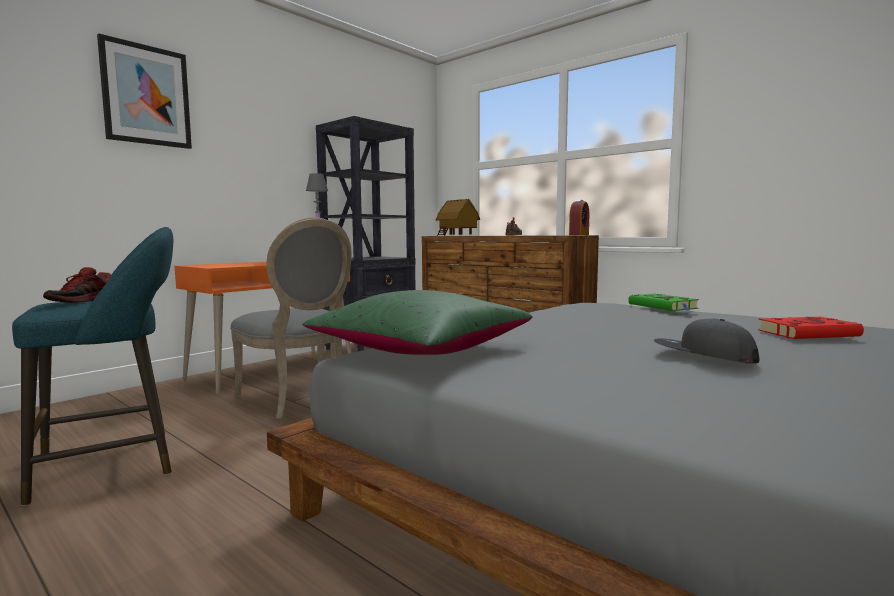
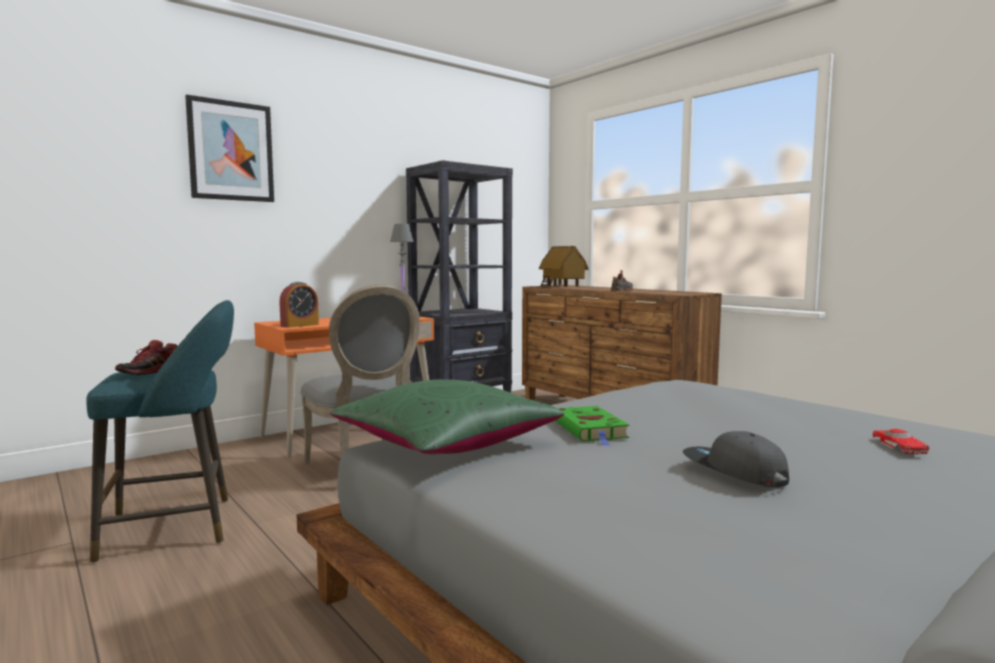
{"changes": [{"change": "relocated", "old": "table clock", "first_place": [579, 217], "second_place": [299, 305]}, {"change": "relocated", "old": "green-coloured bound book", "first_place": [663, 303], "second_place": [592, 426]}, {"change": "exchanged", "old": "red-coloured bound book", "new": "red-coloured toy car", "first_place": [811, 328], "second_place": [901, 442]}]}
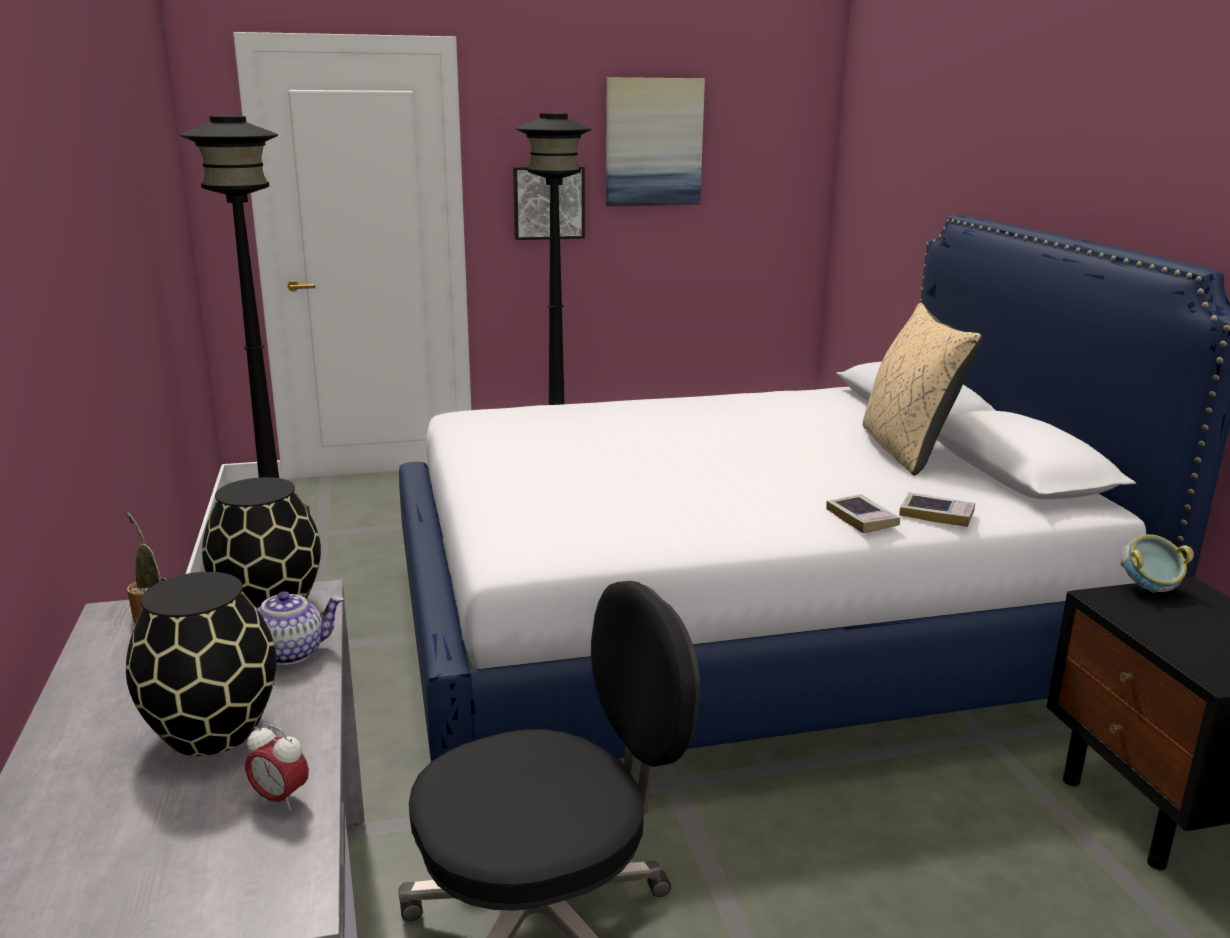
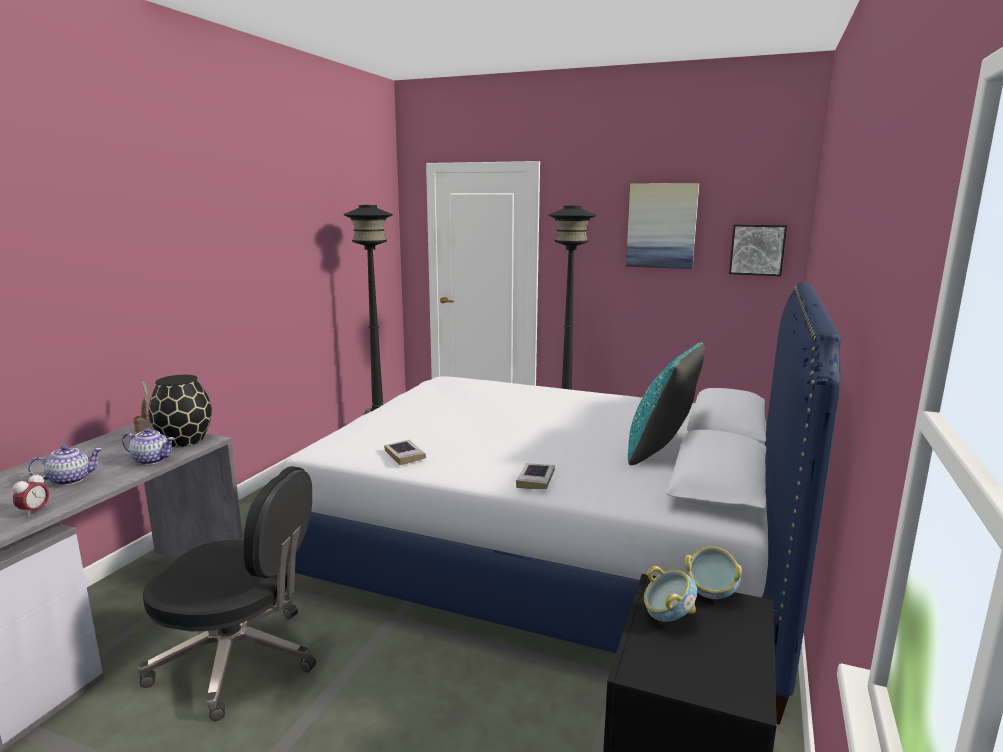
{"changes": [{"change": "spun", "old": "table clock", "first_place": [277, 767], "second_place": [31, 494], "degrees": -135}, {"change": "exchanged", "old": "blackish decorative vase", "new": "pot for tea", "first_place": [201, 664], "second_place": [65, 465]}, {"change": "relocated", "old": "bound book", "first_place": [937, 509], "second_place": [405, 452]}, {"change": "colour", "old": "sand-coloured throw pillow", "new": "turquoise throw pillow", "first_place": [922, 389], "second_place": [666, 403]}, {"change": "appeared", "new": "serving bowl", "second_place": [670, 594]}, {"change": "relocated", "old": "wall picture", "first_place": [549, 203], "second_place": [758, 250]}]}
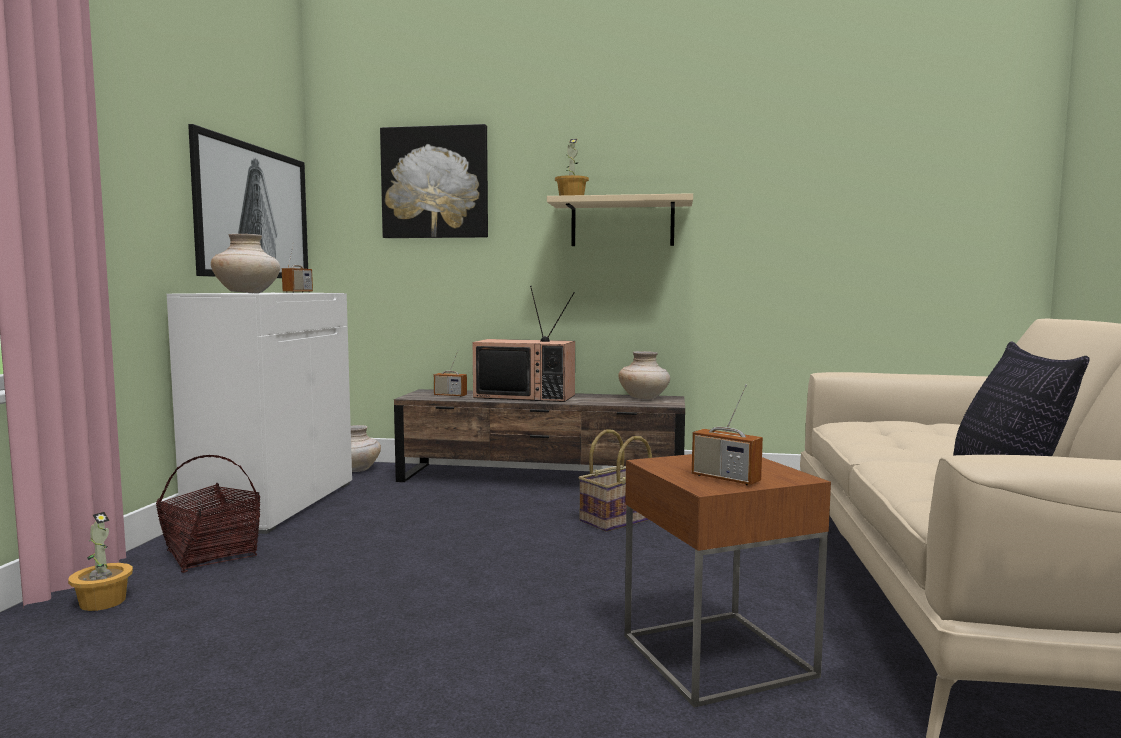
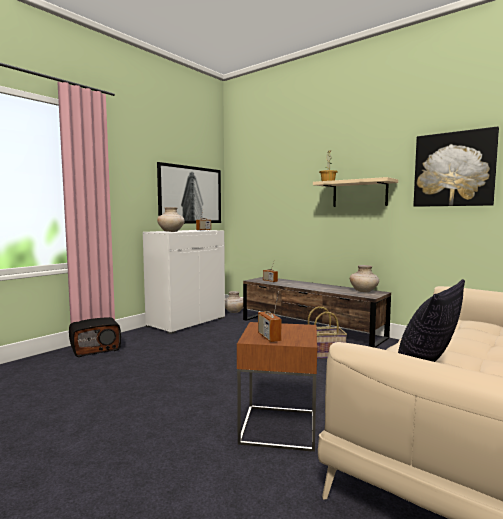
{"changes": [{"change": "exchanged", "old": "plant in a pot", "new": "radio receiver", "first_place": [100, 561], "second_place": [95, 337]}, {"change": "relocated", "old": "wall picture", "first_place": [434, 181], "second_place": [456, 167]}, {"change": "missing", "old": "household basket", "first_place": [208, 514]}, {"change": "missing", "old": "television", "first_place": [524, 344]}]}
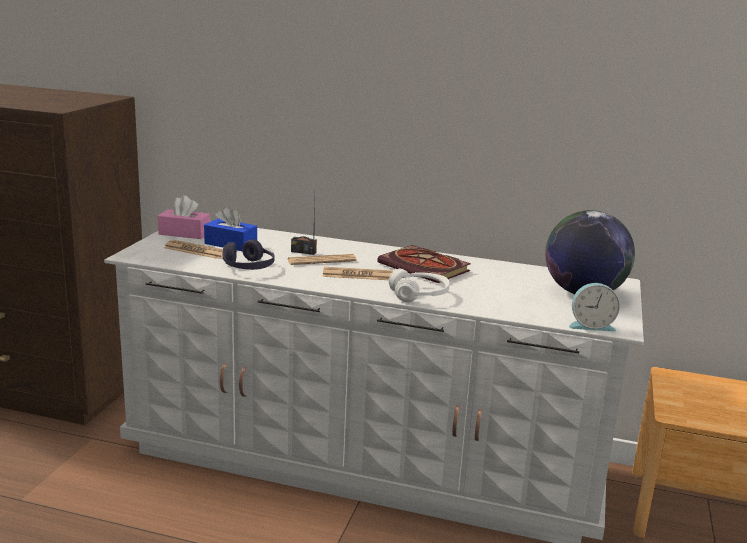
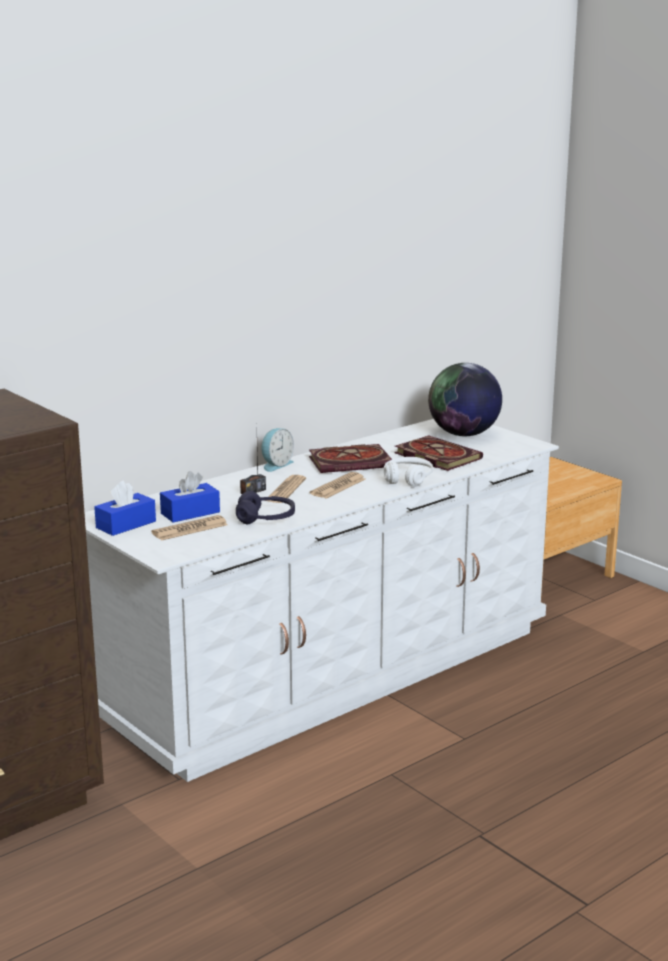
{"changes": [{"change": "colour", "old": "pink-coloured box of tissues", "new": "blue box of tissues", "first_place": [184, 217], "second_place": [125, 508]}, {"change": "relocated", "old": "table clock", "first_place": [594, 307], "second_place": [278, 450]}, {"change": "appeared", "new": "bound book", "second_place": [438, 453]}]}
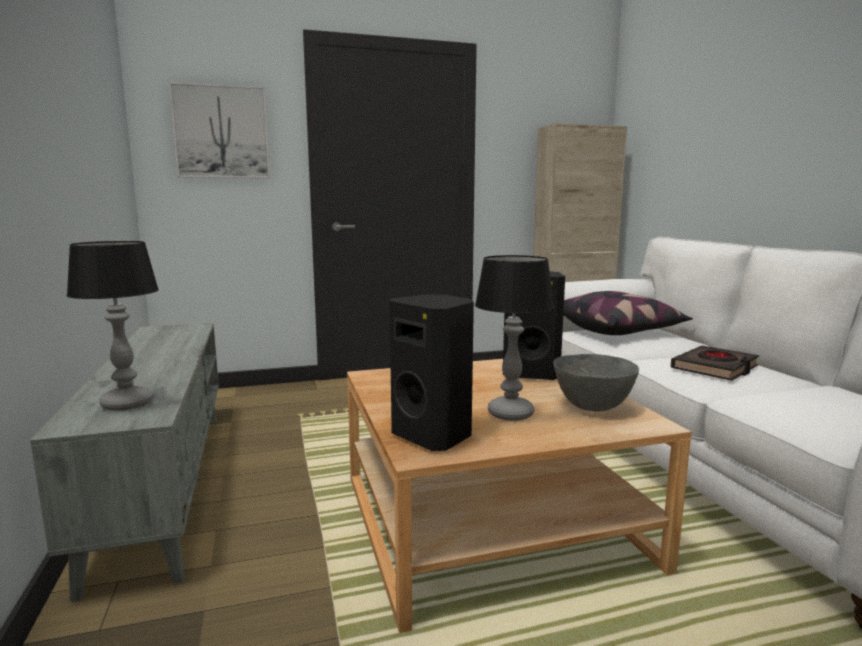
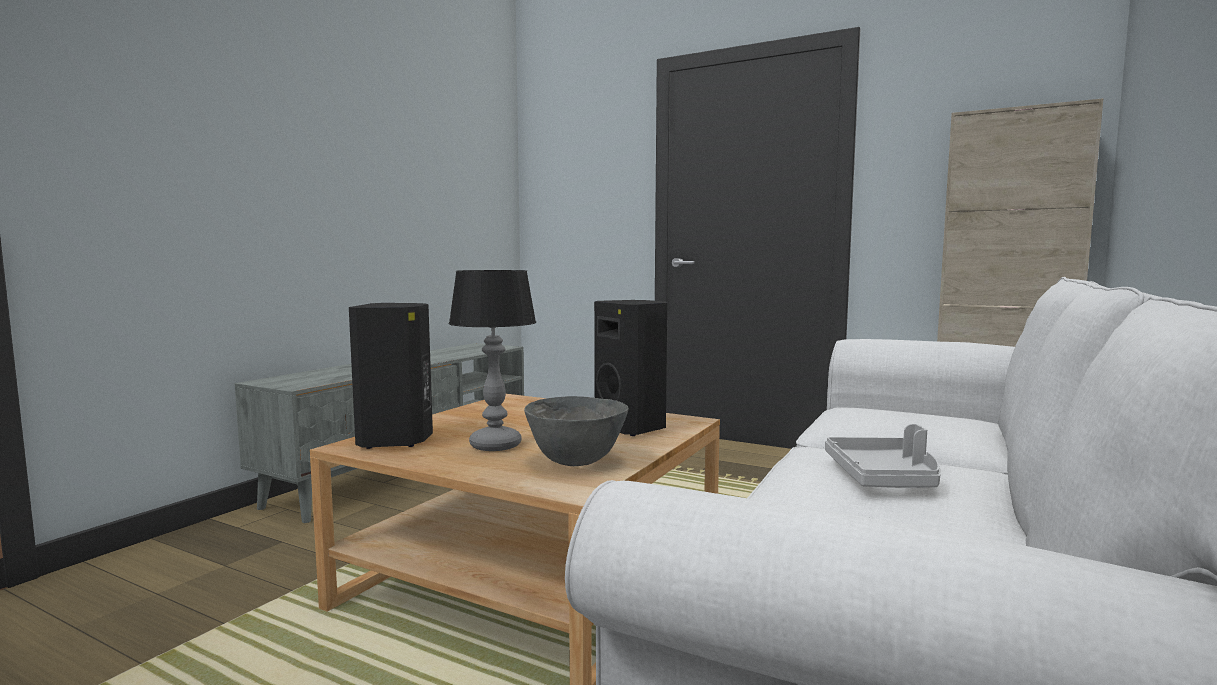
{"changes": [{"change": "exchanged", "old": "blackish bound book", "new": "gray tray", "first_place": [715, 363], "second_place": [883, 456]}, {"change": "missing", "old": "table lamp", "first_place": [112, 326]}, {"change": "missing", "old": "wall picture", "first_place": [219, 130]}, {"change": "missing", "old": "throw pillow", "first_place": [628, 313]}]}
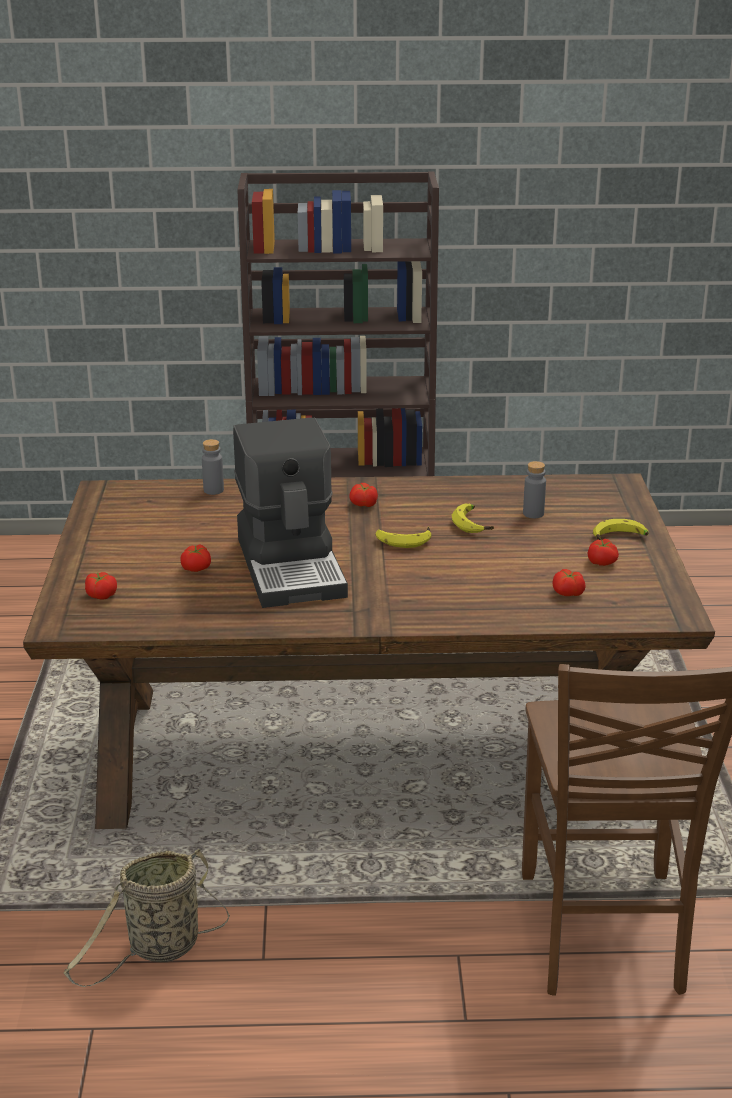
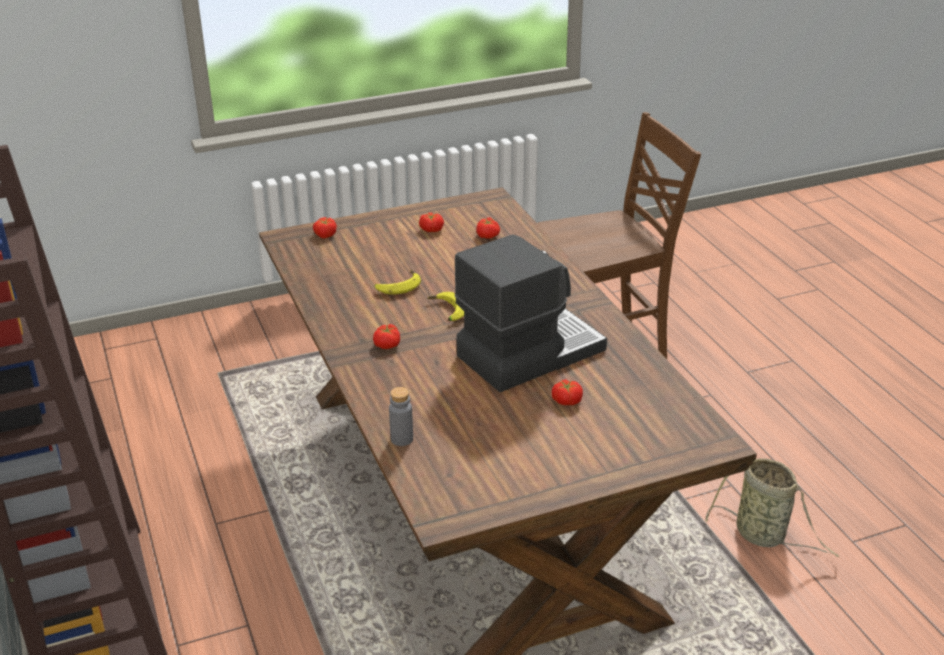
{"changes": [{"change": "relocated", "old": "whole tomato", "first_place": [101, 586], "second_place": [325, 227]}, {"change": "missing", "old": "gray bottle", "first_place": [534, 489]}, {"change": "missing", "old": "banana", "first_place": [621, 529]}]}
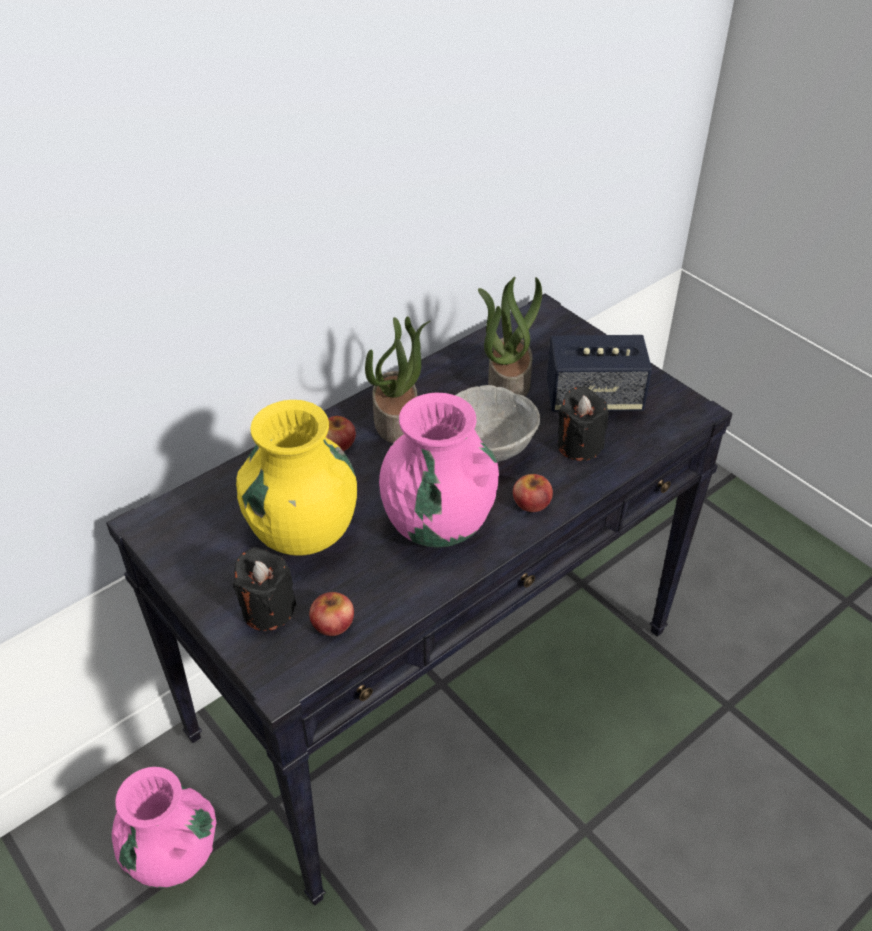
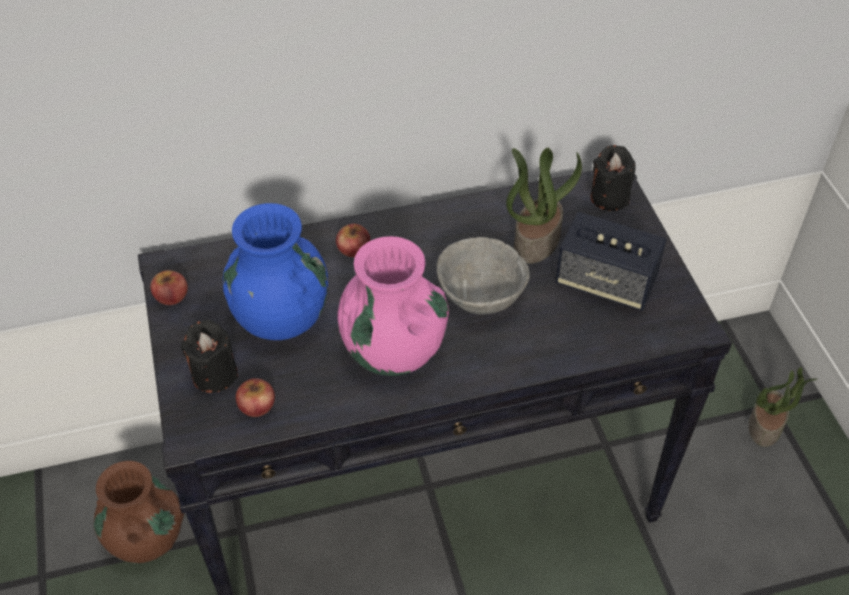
{"changes": [{"change": "colour", "old": "pink-coloured decorative vase", "new": "brownish decorative vase", "first_place": [164, 827], "second_place": [139, 512]}, {"change": "relocated", "old": "apple", "first_place": [533, 493], "second_place": [169, 287]}, {"change": "colour", "old": "yellow decorative vase", "new": "blue decorative vase", "first_place": [296, 478], "second_place": [275, 271]}, {"change": "relocated", "old": "blackish candle", "first_place": [583, 423], "second_place": [613, 178]}, {"change": "relocated", "old": "plant in a pot", "first_place": [397, 380], "second_place": [783, 407]}]}
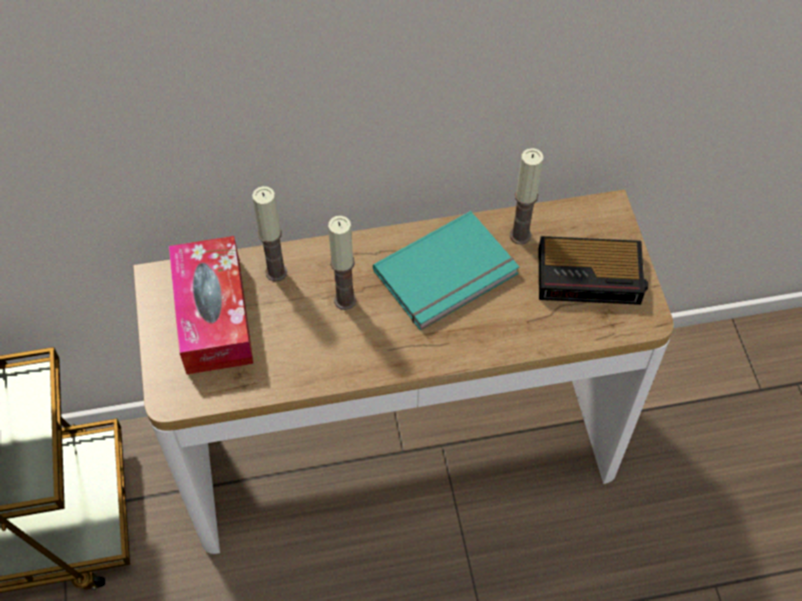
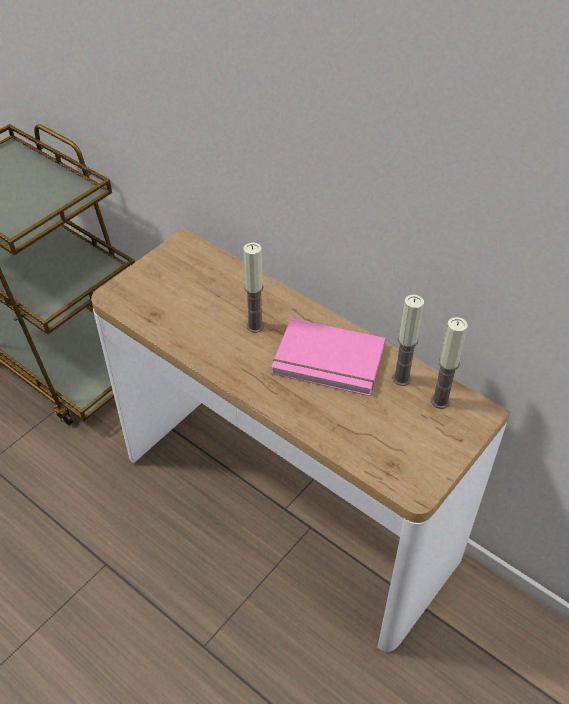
{"changes": [{"change": "colour", "old": "turquoise bound book", "new": "pink-coloured bound book", "first_place": [446, 271], "second_place": [328, 357]}, {"change": "relocated", "old": "candle", "first_place": [269, 234], "second_place": [449, 363]}, {"change": "missing", "old": "box of tissues", "first_place": [211, 305]}, {"change": "missing", "old": "table clock", "first_place": [593, 270]}]}
